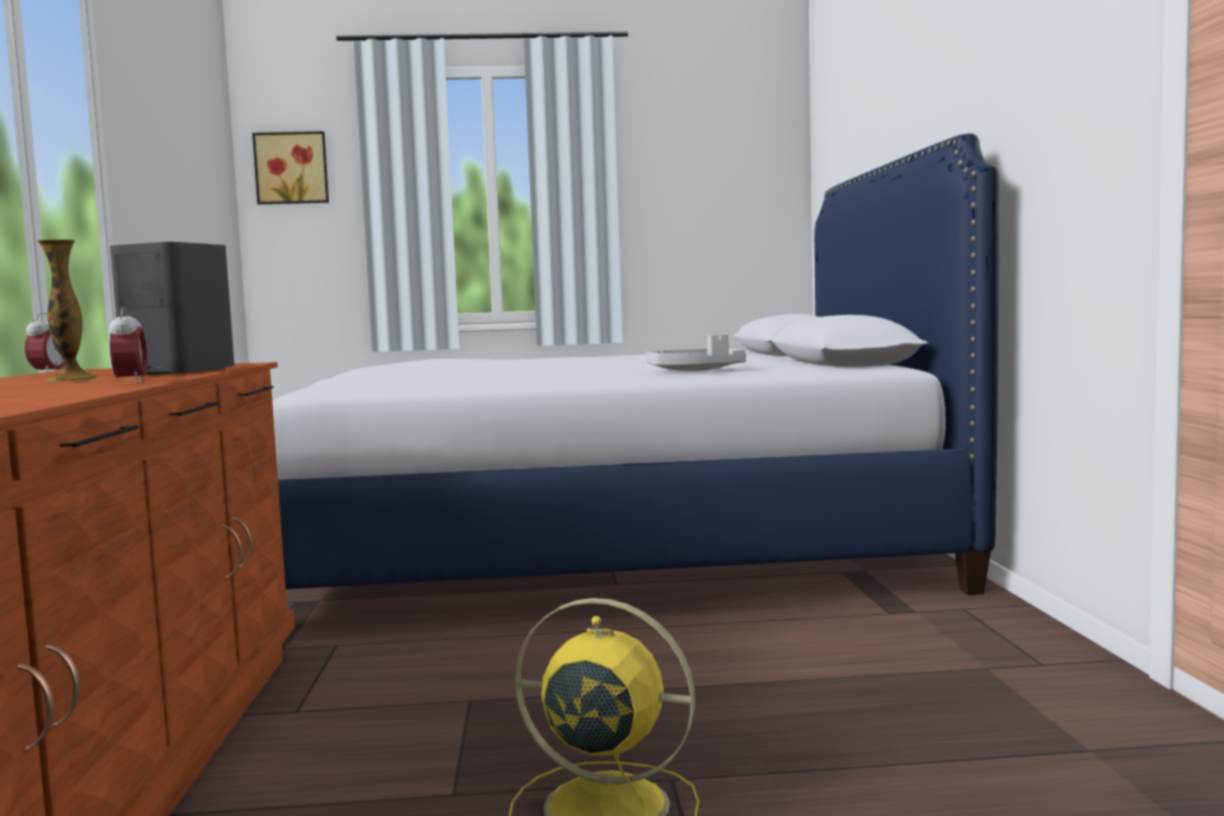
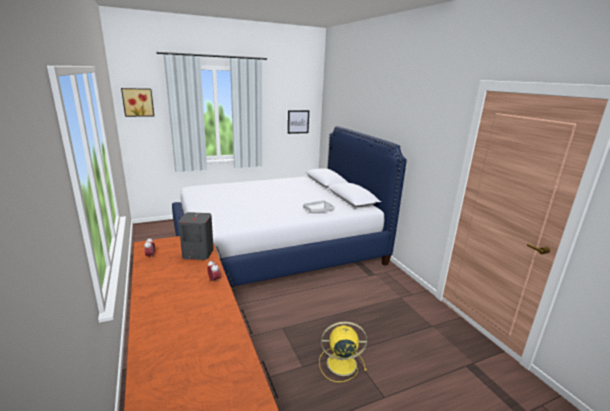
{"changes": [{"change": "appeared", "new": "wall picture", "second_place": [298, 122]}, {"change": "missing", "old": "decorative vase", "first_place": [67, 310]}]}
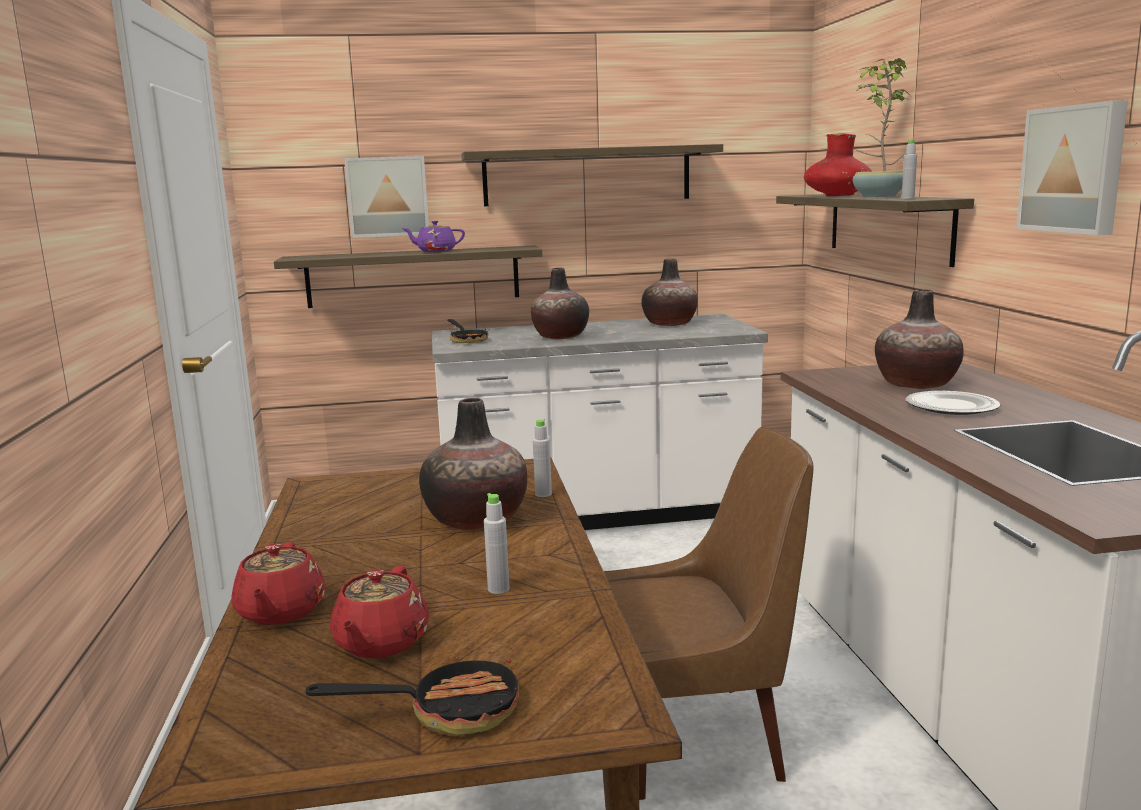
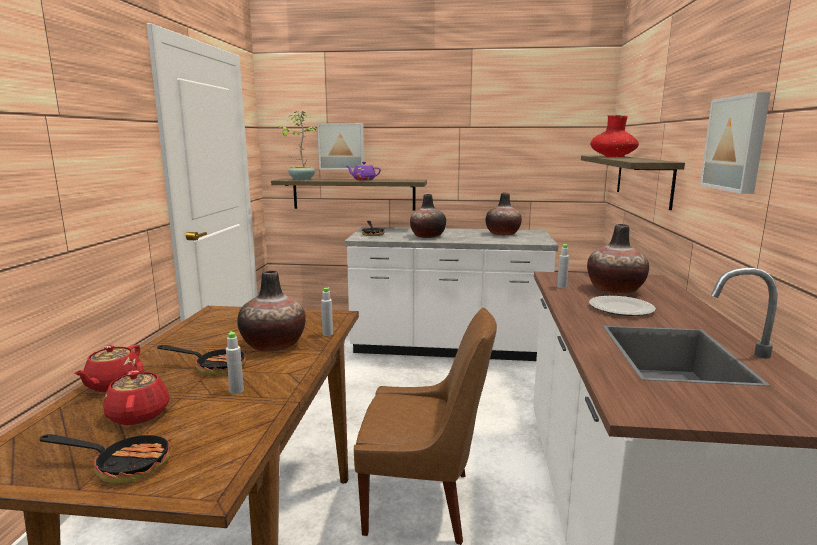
{"changes": [{"change": "spun", "old": "red-coloured pot for tea", "first_place": [379, 612], "second_place": [137, 393], "degrees": 135}, {"change": "appeared", "new": "skillet", "second_place": [201, 360]}, {"change": "relocated", "old": "plant in a pot", "first_place": [881, 127], "second_place": [297, 145]}, {"change": "relocated", "old": "gray bottle", "first_place": [909, 169], "second_place": [563, 266]}, {"change": "missing", "old": "wall shelf", "first_place": [592, 175]}]}
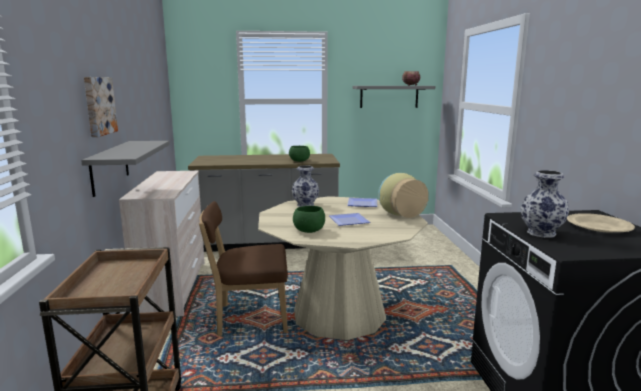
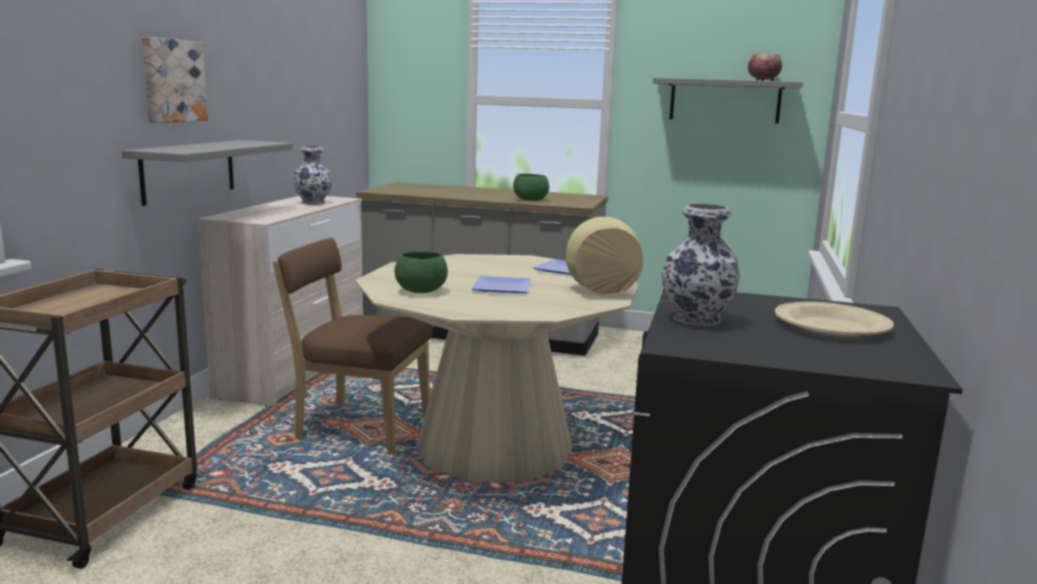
{"changes": [{"change": "relocated", "old": "decorative vase", "first_place": [305, 186], "second_place": [312, 175]}]}
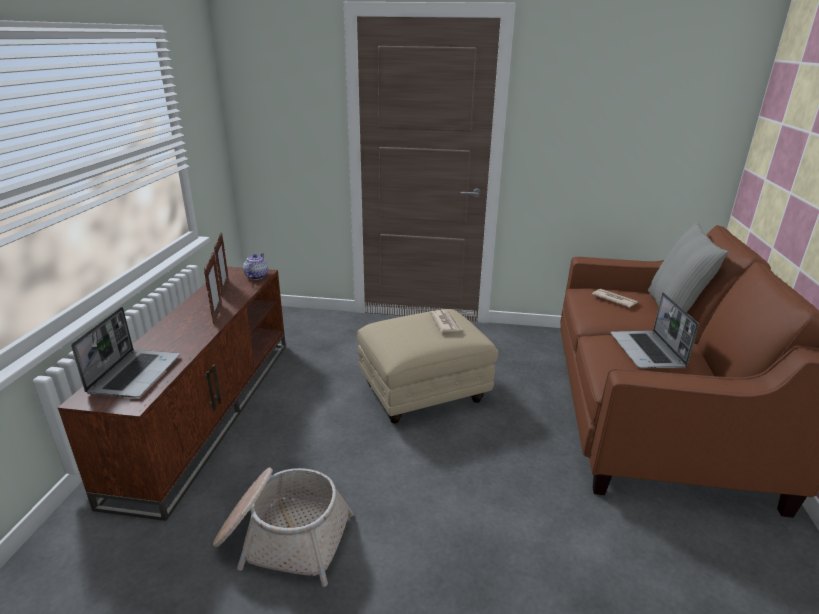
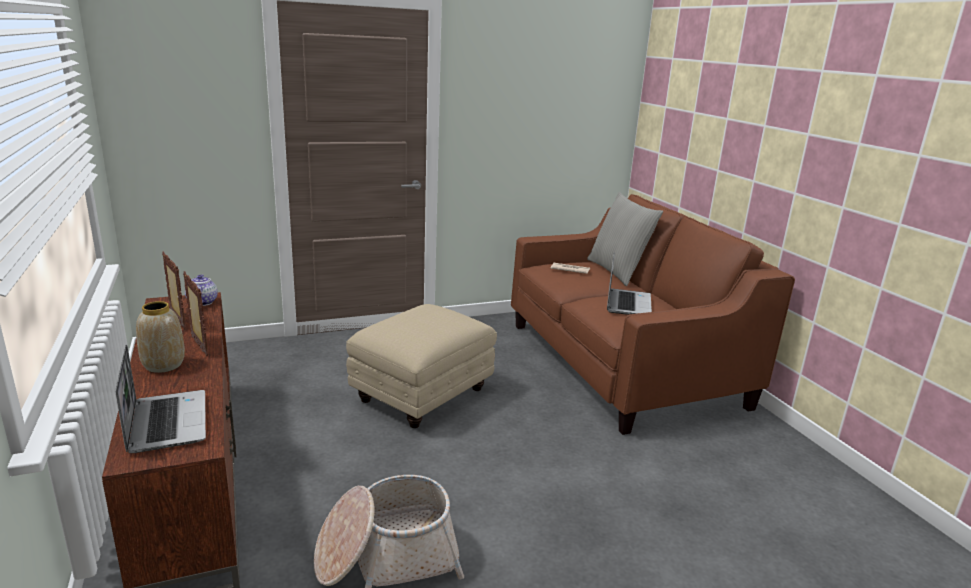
{"changes": [{"change": "appeared", "new": "decorative vase", "second_place": [160, 337]}, {"change": "spun", "old": "laptop", "first_place": [654, 330], "second_place": [629, 283], "degrees": -135}, {"change": "missing", "old": "newspaper", "first_place": [446, 321]}]}
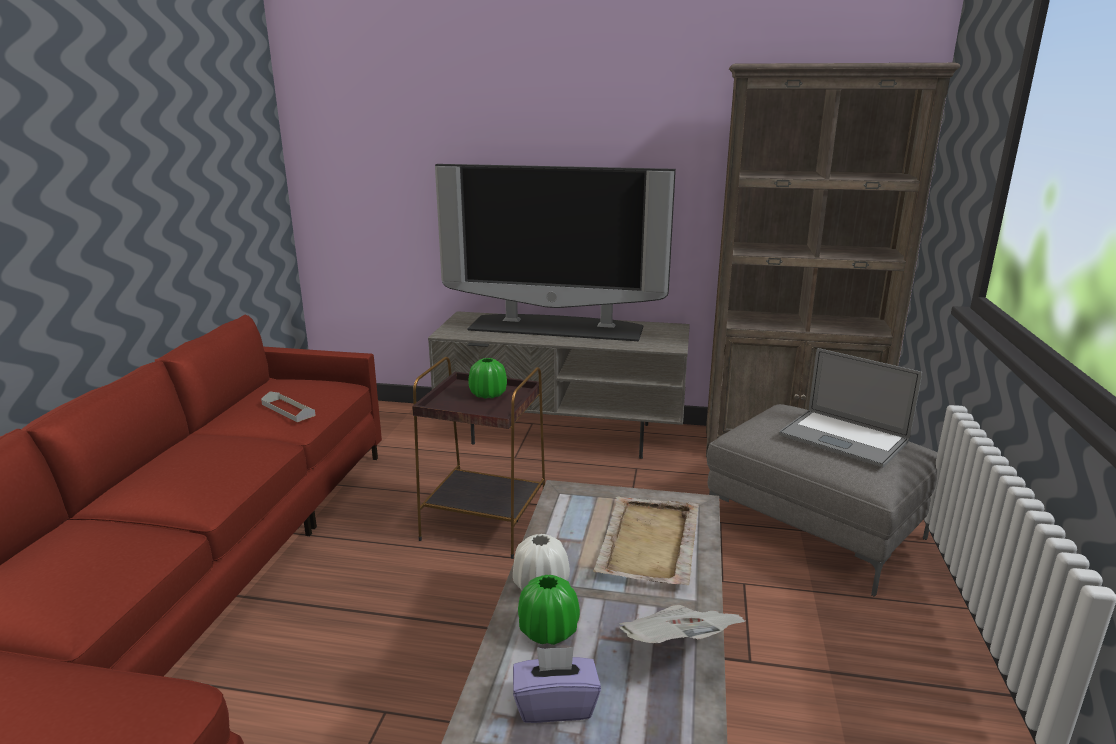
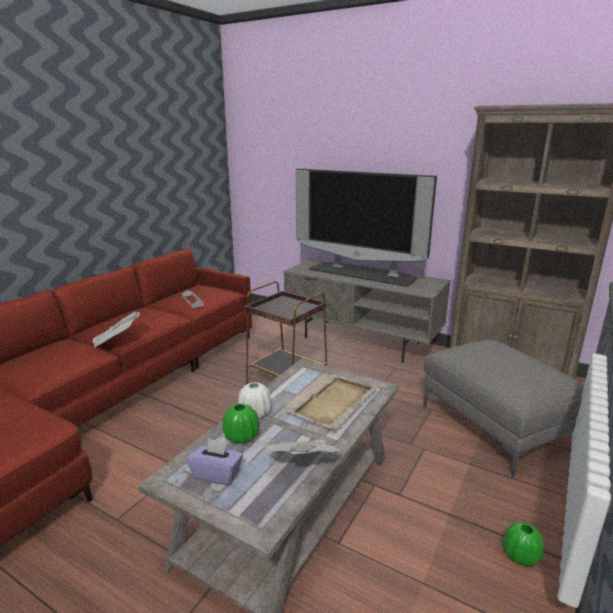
{"changes": [{"change": "appeared", "new": "newspaper", "second_place": [116, 330]}, {"change": "relocated", "old": "green-coloured decorative vase", "first_place": [487, 378], "second_place": [523, 544]}, {"change": "missing", "old": "laptop", "first_place": [850, 407]}]}
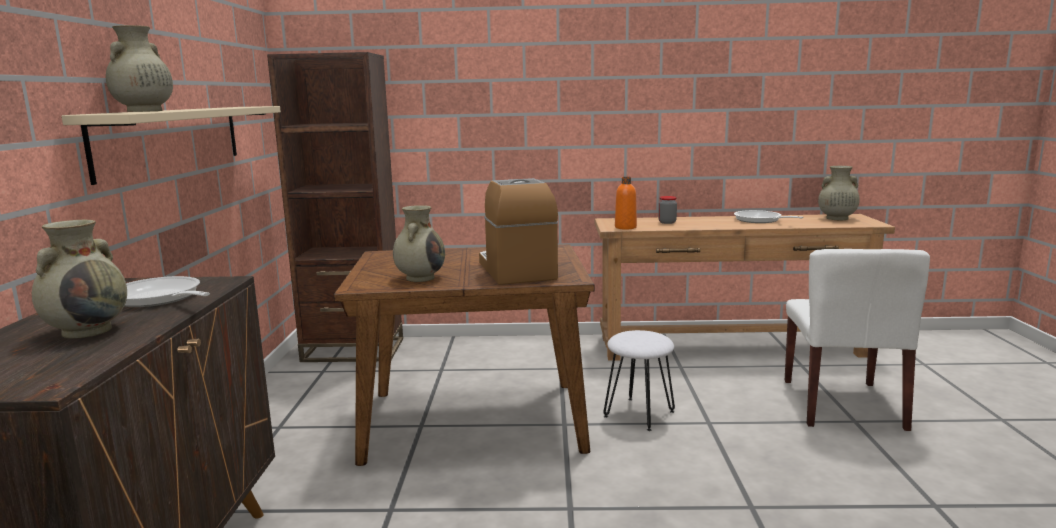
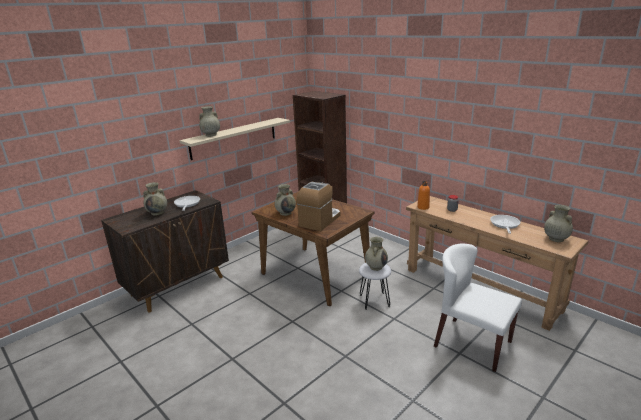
{"changes": [{"change": "appeared", "new": "sand-coloured decorative vase", "second_place": [376, 254]}, {"change": "spun", "old": "whitish upright chair", "first_place": [857, 340], "second_place": [478, 307], "degrees": 75}]}
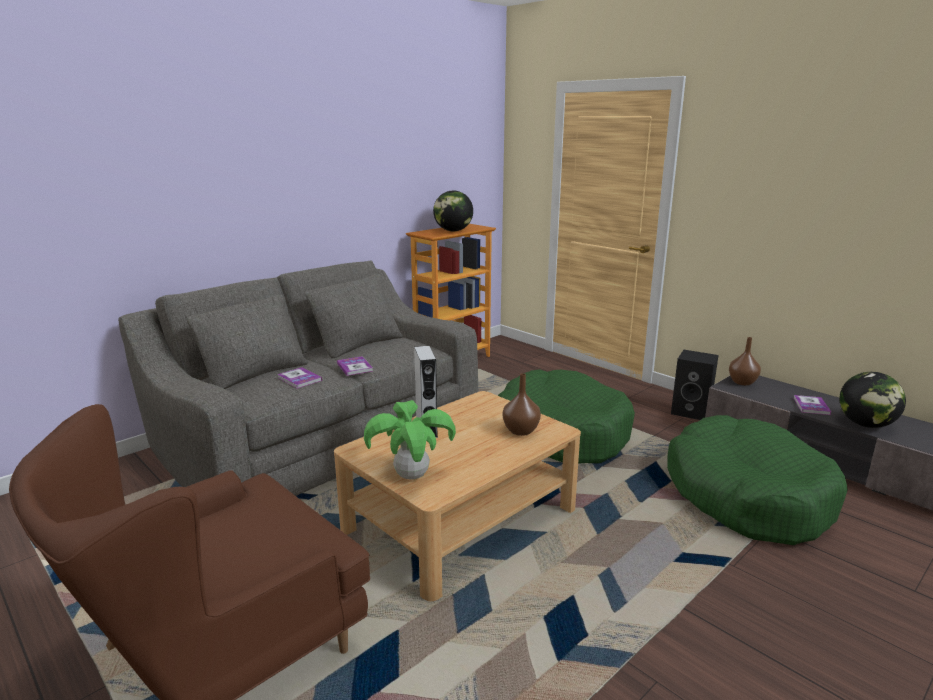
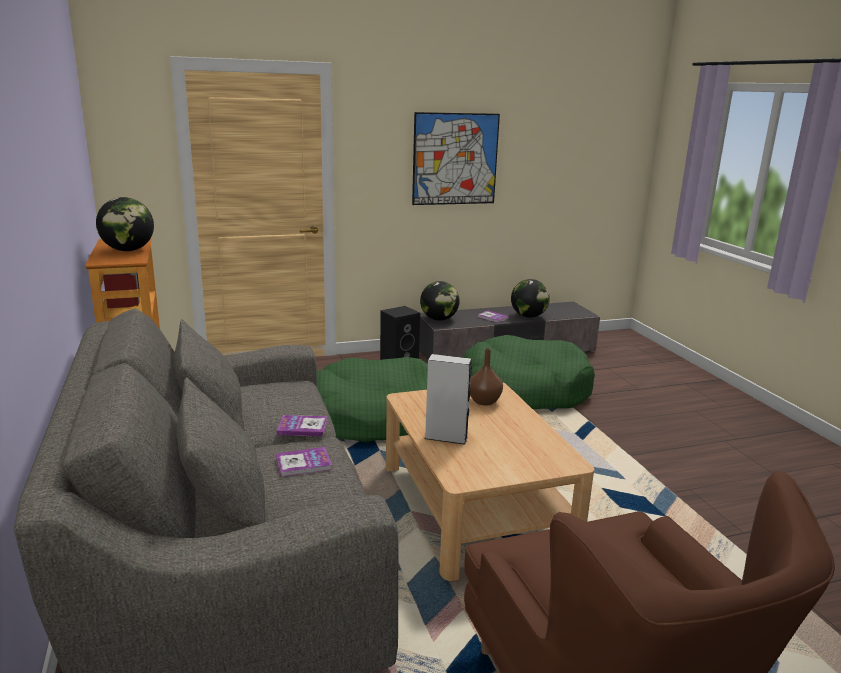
{"changes": [{"change": "appeared", "new": "wall picture", "second_place": [456, 158]}, {"change": "exchanged", "old": "brownish decorative vase", "new": "desk globe", "first_place": [745, 361], "second_place": [440, 301]}, {"change": "missing", "old": "plant in a pot", "first_place": [410, 440]}]}
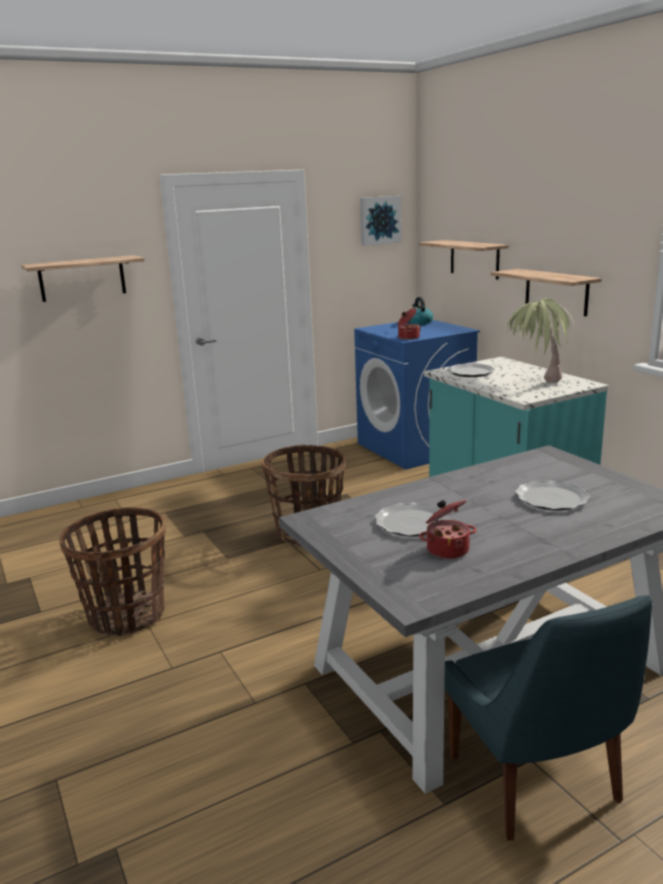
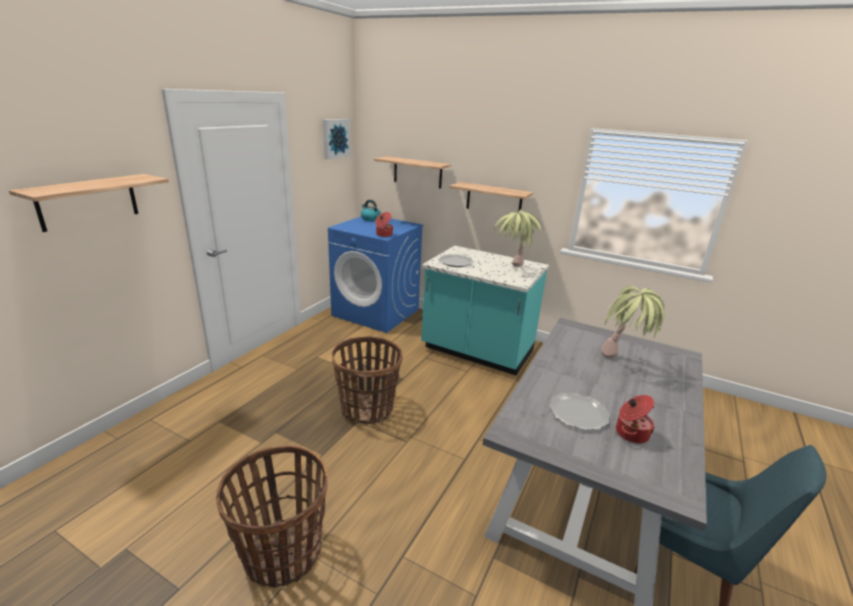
{"changes": [{"change": "exchanged", "old": "plate", "new": "plant in a pot", "first_place": [552, 495], "second_place": [632, 322]}]}
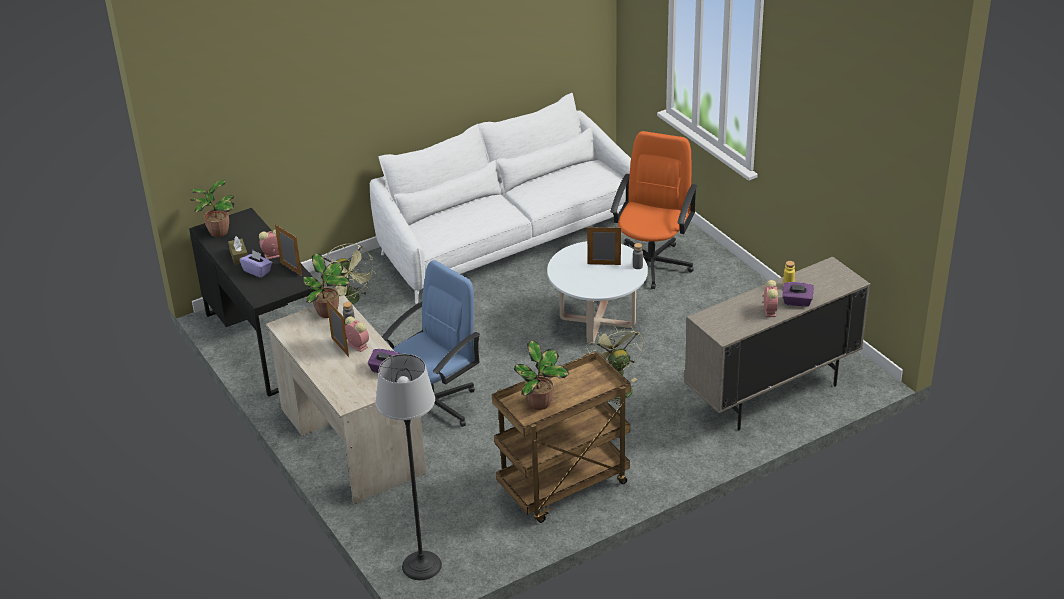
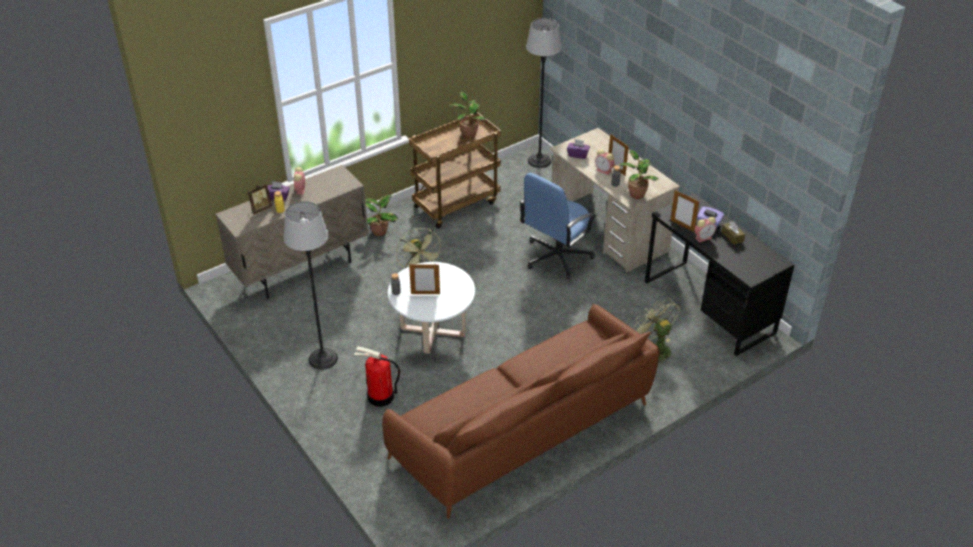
{"changes": [{"change": "appeared", "new": "picture frame", "second_place": [260, 199]}, {"change": "appeared", "new": "floor lamp", "second_place": [311, 285]}, {"change": "exchanged", "old": "orange-coloured computer chair", "new": "fire extinguisher", "first_place": [653, 210], "second_place": [377, 376]}, {"change": "relocated", "old": "plant in a pot", "first_place": [212, 208], "second_place": [381, 215]}, {"change": "colour", "old": "whitish sofa", "new": "brownish sofa", "first_place": [500, 198], "second_place": [521, 411]}]}
